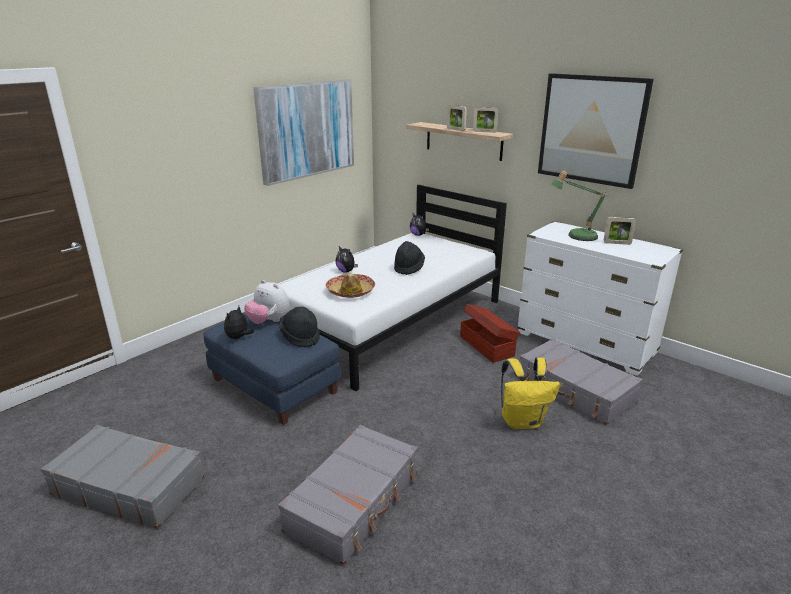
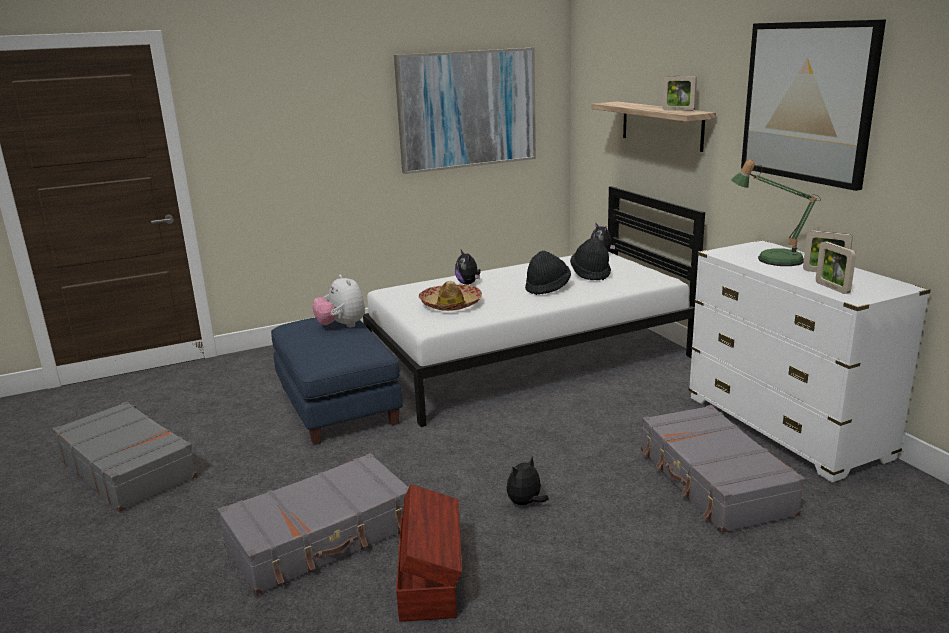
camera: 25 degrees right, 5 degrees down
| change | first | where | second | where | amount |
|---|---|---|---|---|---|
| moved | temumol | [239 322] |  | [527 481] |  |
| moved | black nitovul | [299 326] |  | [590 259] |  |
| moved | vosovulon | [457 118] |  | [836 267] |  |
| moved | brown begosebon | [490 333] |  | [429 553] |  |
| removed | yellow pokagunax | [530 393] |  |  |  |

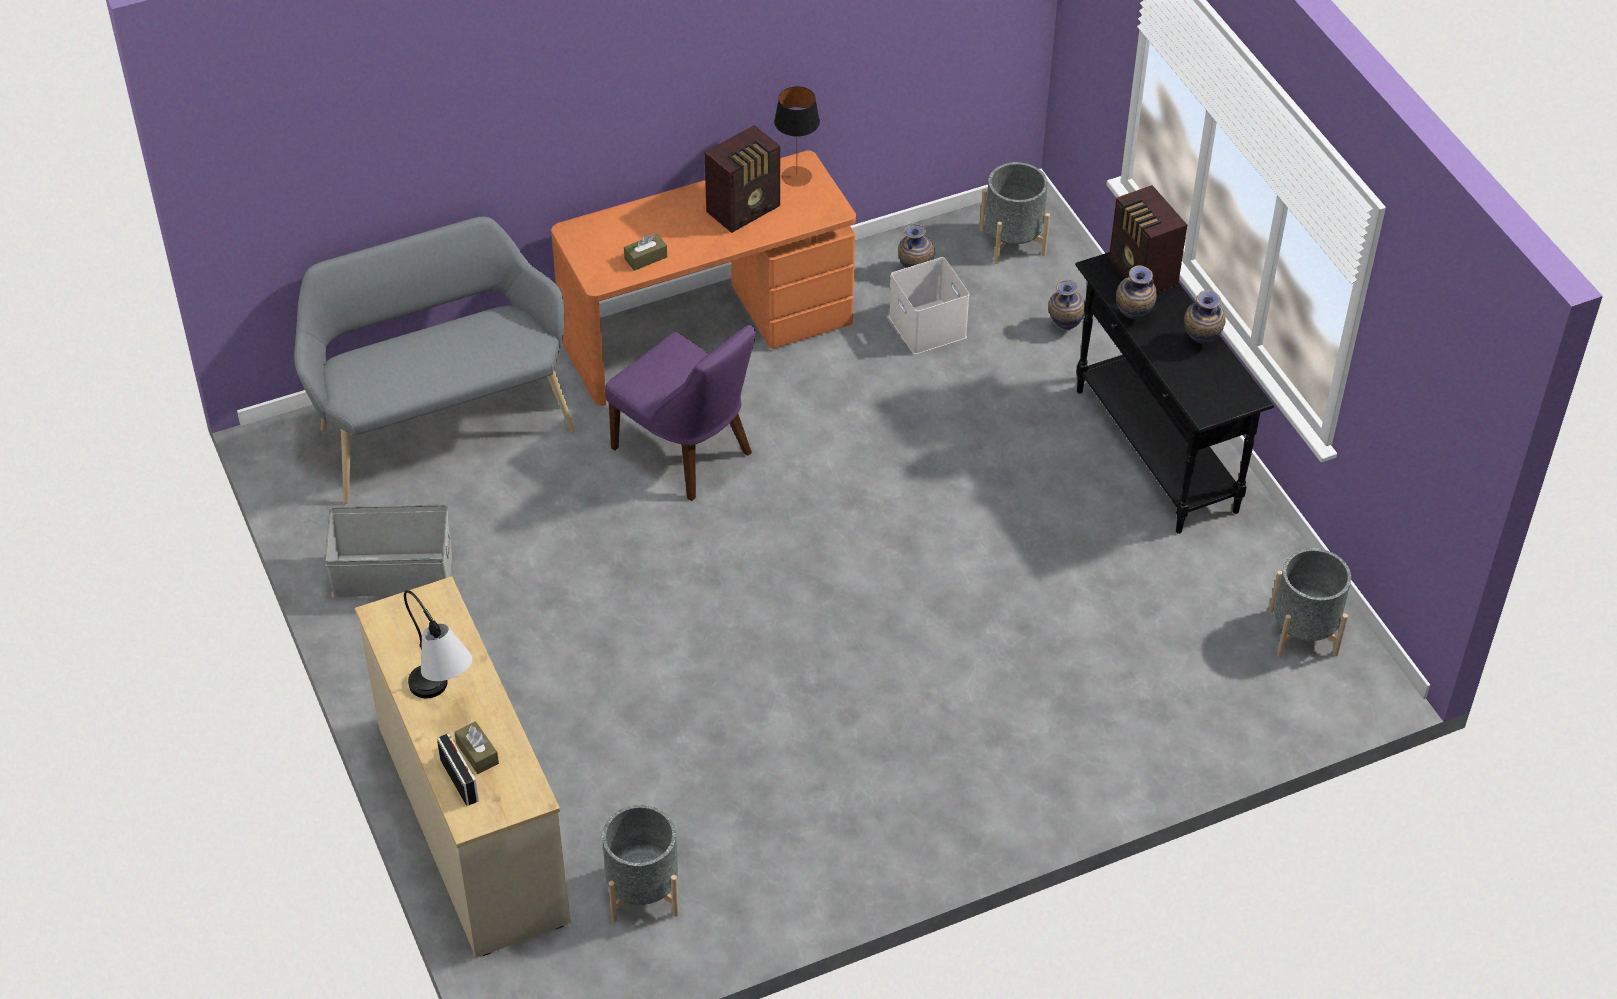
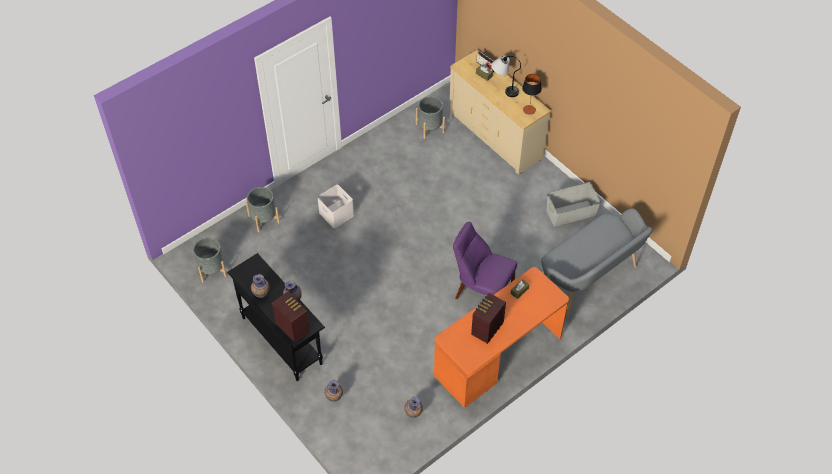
camera: 165 degrees right, 5 degrees up
| change | first | where | second | where | amount |
|---|---|---|---|---|---|
| moved | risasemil | [797 136] |  | [532 94] |  |
| moved | white begosebon | [929 306] |  | [335 206] |  |
| moved | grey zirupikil | [1015 213] |  | [262 209] |  |

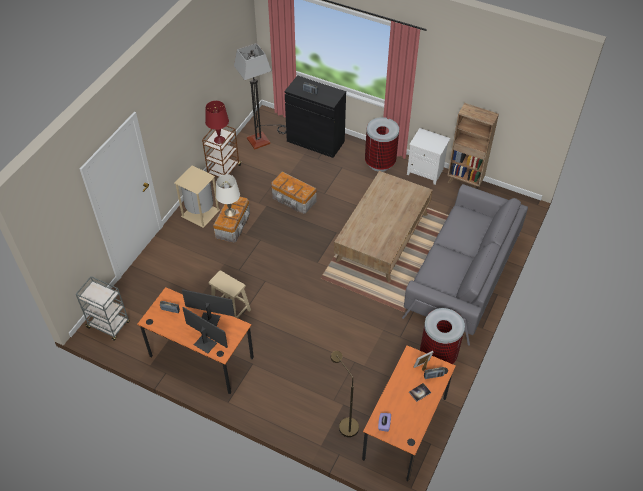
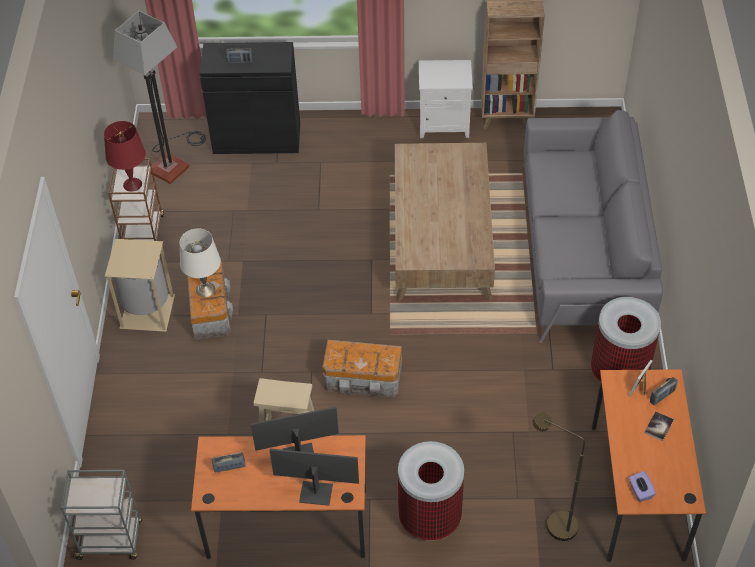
camera: 25 degrees left, 0 degrees up
| change | first | where | second | where | amount |
|---|---|---|---|---|---|
| moved | begosebon | [294 193] |  | [362 368] |  |
| moved | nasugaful | [382 144] |  | [431 490] |  |

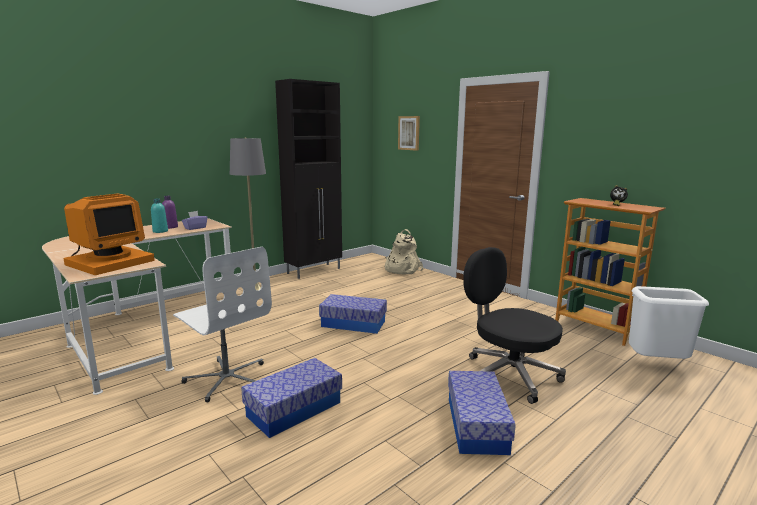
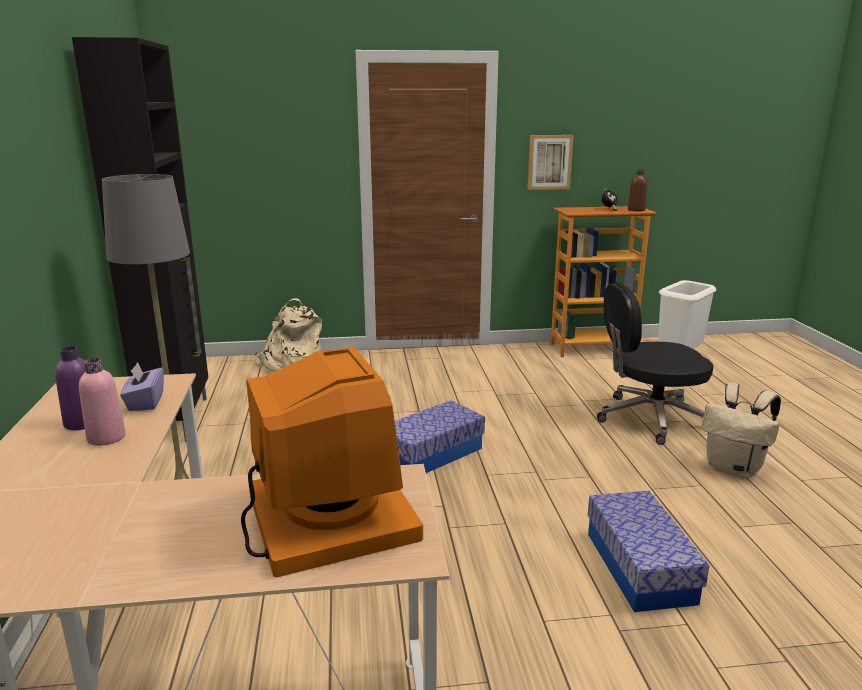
camera: 55 degrees left, 5 degrees up
| change | first | where | second | where | amount |
|---|---|---|---|---|---|
| recoloured | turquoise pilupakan | [159 216] | pink pilupakan | [102 402] |  |
| removed | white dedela | [222 324] |  |  |  |
| moved | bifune | [409 133] |  | [550 162] |  |
| replaced | begosebon | [482 413] | beige pokagunax | [741 430] |  |
| added |  |  | brown pilupakan | [637 190] |  |

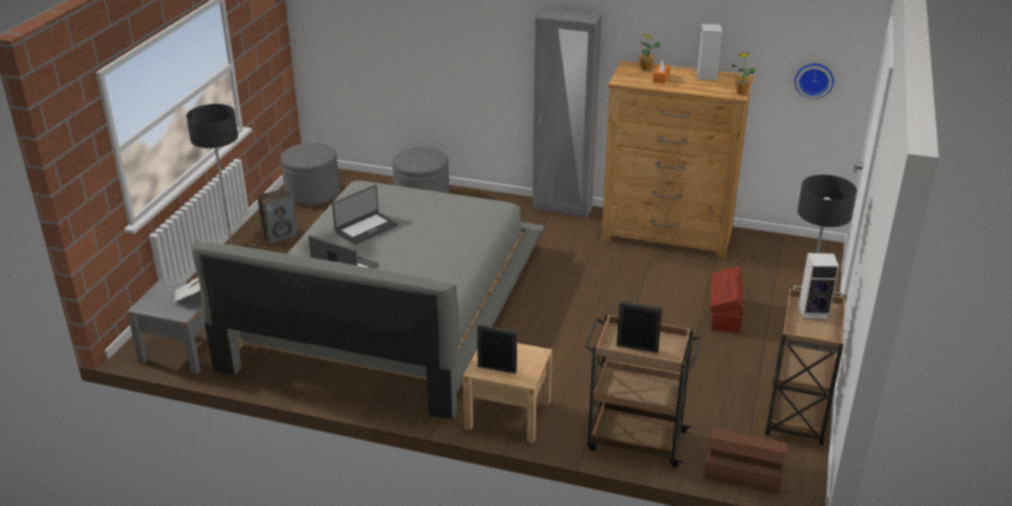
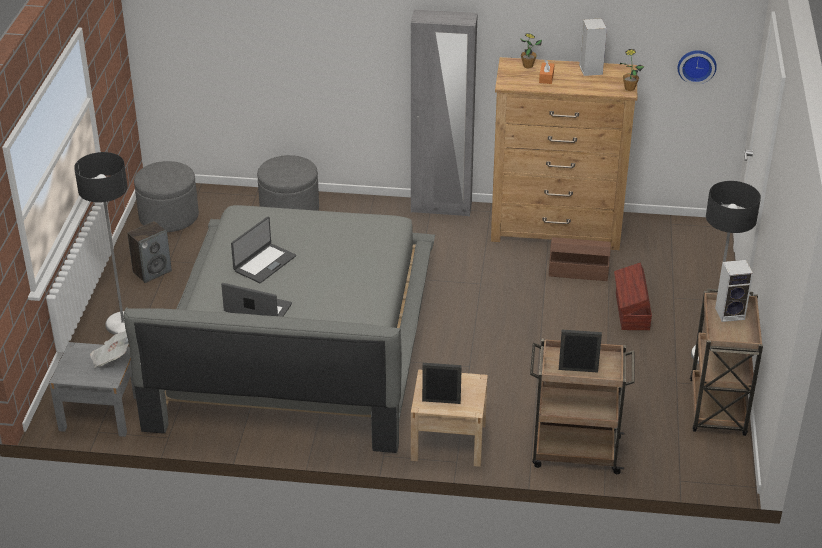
camera: 10 degrees left, 5 degrees up
| change | first | where | second | where | amount |
|---|---|---|---|---|---|
| moved | brown begosebon | [745 461] |  | [580 259] |  |

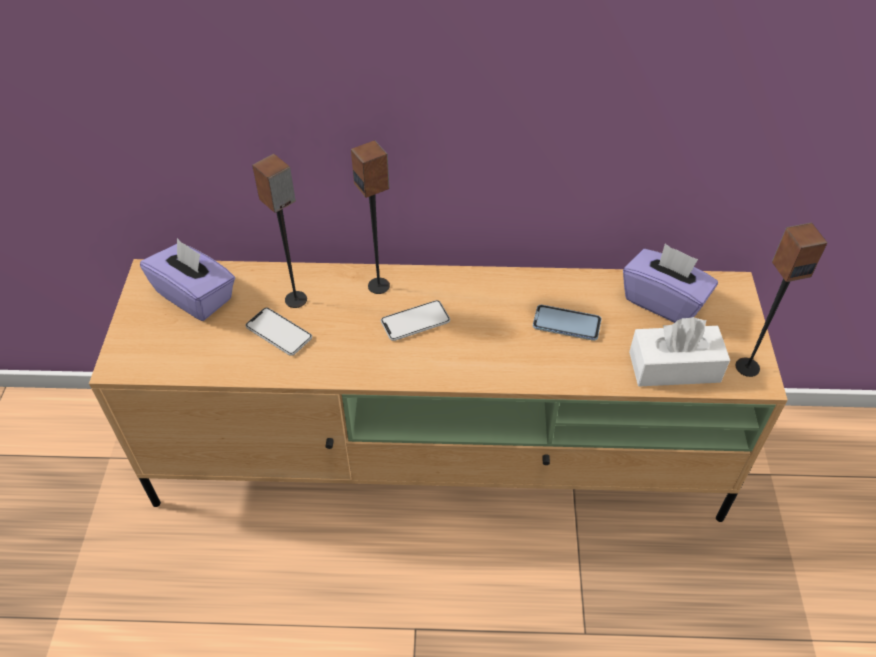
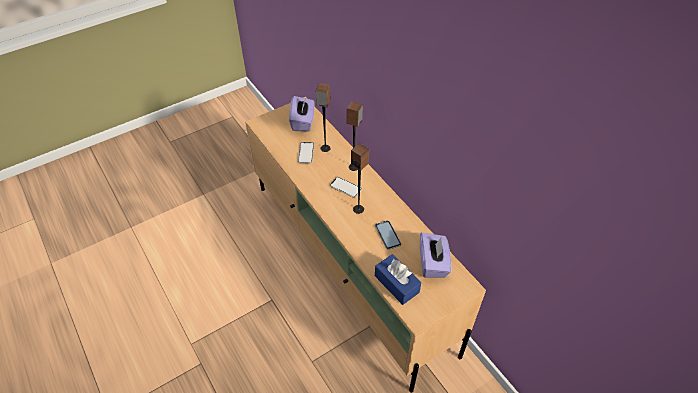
camera: 55 degrees right, 0 degrees up
| change | first | where | second | where | amount |
|---|---|---|---|---|---|
| recoloured | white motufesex | [679 351] | blue motufesex | [398 279] |  |
| moved | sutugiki | [781 300] |  | [360 178] |  |

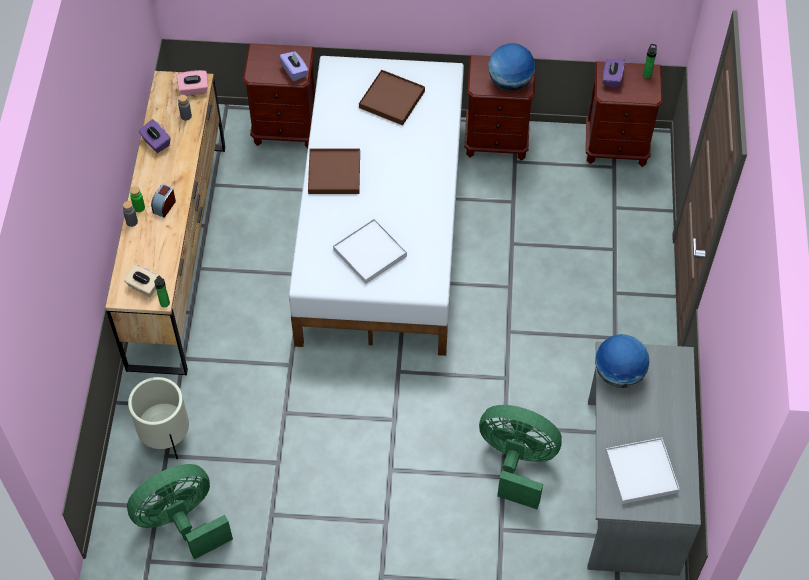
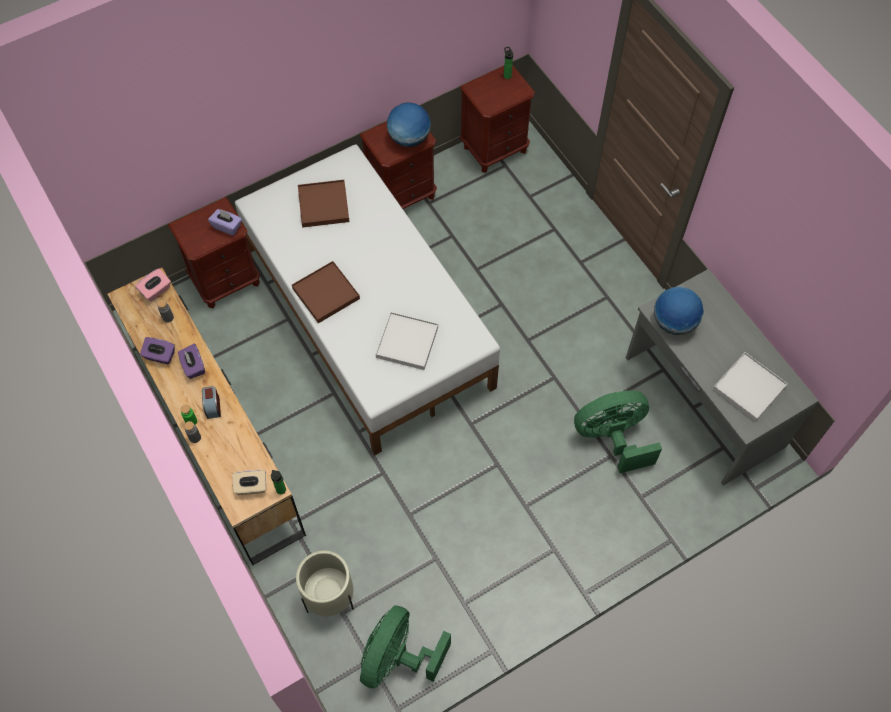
camera: 35 degrees left, 5 degrees up
| change | first | where | second | where | amount |
|---|---|---|---|---|---|
| moved | purple motufesex | [614 73] |  | [191 361] |  |

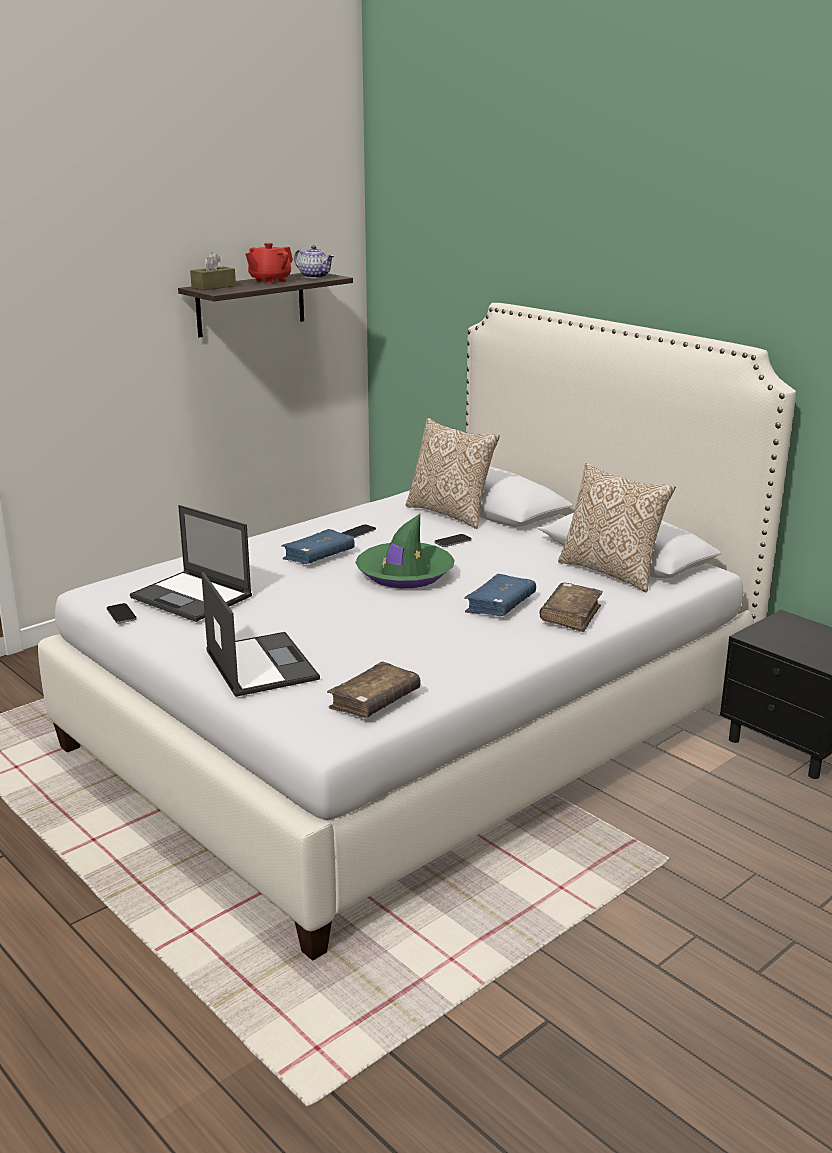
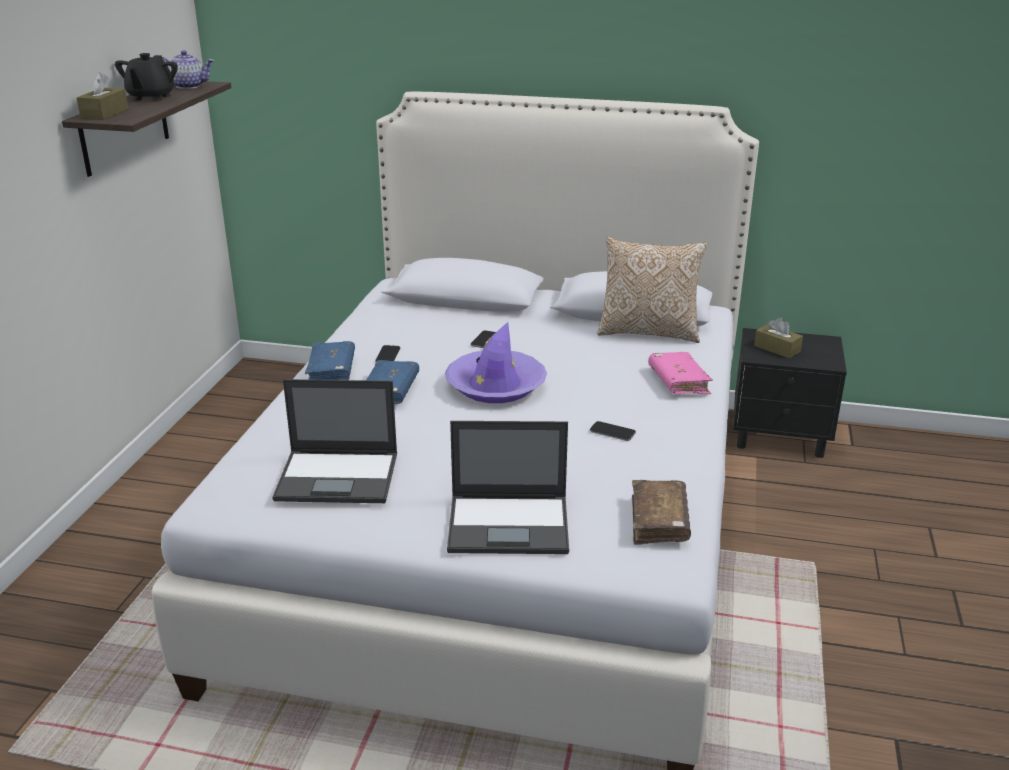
camera: 35 degrees left, 5 degrees up
| change | first | where | second | where | amount |
|---|---|---|---|---|---|
| moved | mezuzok | [122 613] |  | [613 431] |  |
| turned | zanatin | [260 634] |  | [508 487] | 150 degrees clockwise |
| recoloured | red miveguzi | [269 263] | black miveguzi | [146 77] |  |
| recoloured | green nitovul | [405 551] | purple nitovul | [496 362] |  |
| removed | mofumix | [453 473] |  |  |  |
| moved | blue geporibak | [500 595] |  | [330 360] |  |
| recoloured | brown geporibak | [571 607] | pink geporibak | [680 373] |  |
| added |  |  | brown motufesex | [778 337] |  |

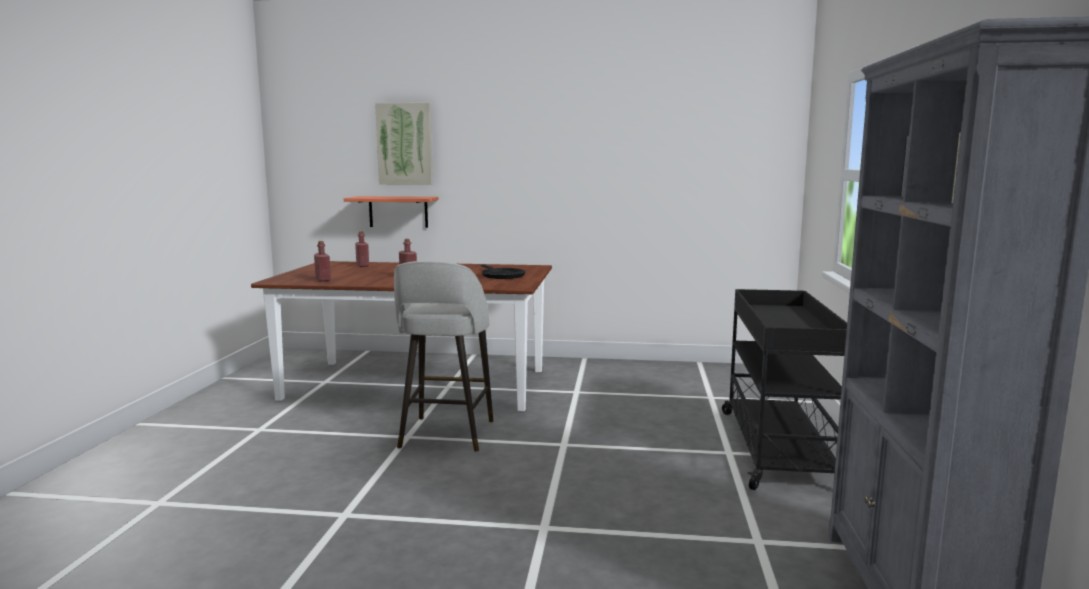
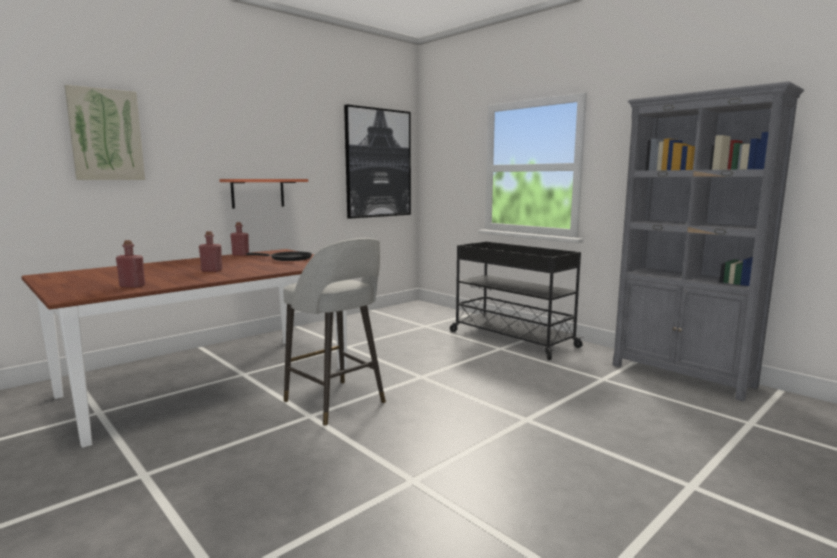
camera: 50 degrees left, 0 degrees up
| change | first | where | second | where | amount |
|---|---|---|---|---|---|
| moved | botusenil | [391 212] |  | [263 194] |  |
| moved | red pilupakan | [362 249] |  | [239 239] |  |
| added |  |  | bifune | [377 161] |  |

